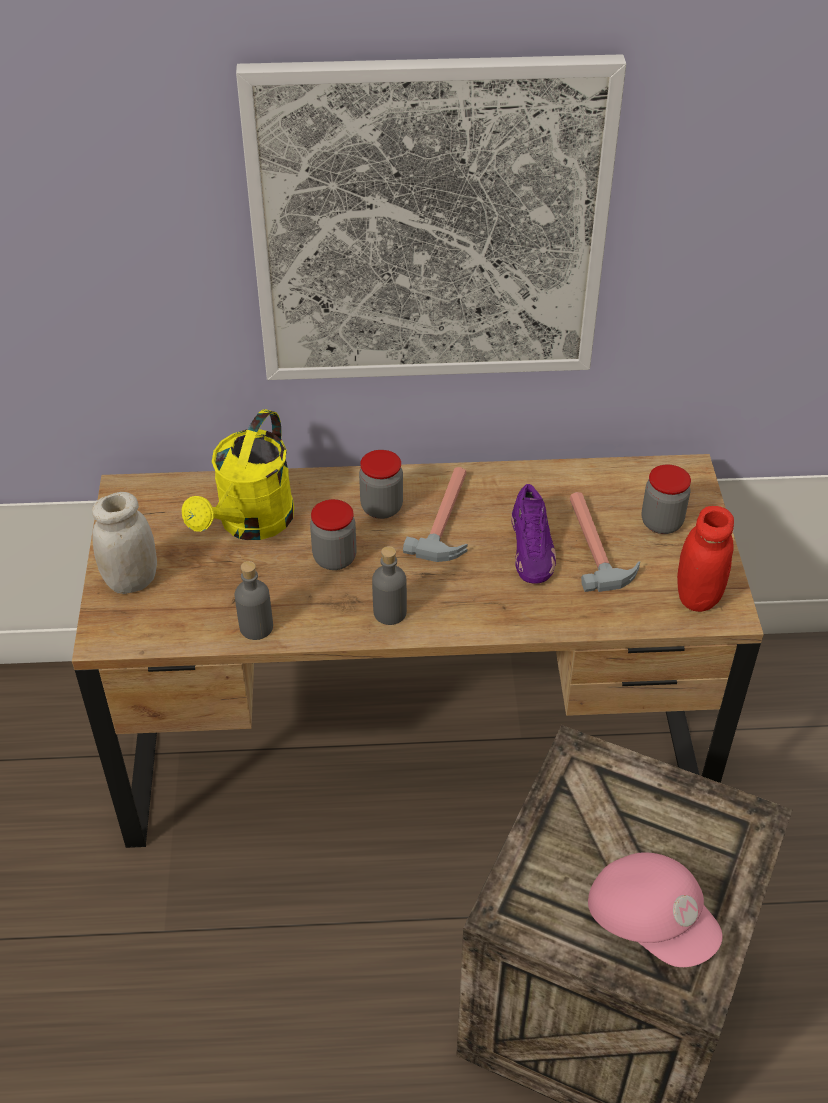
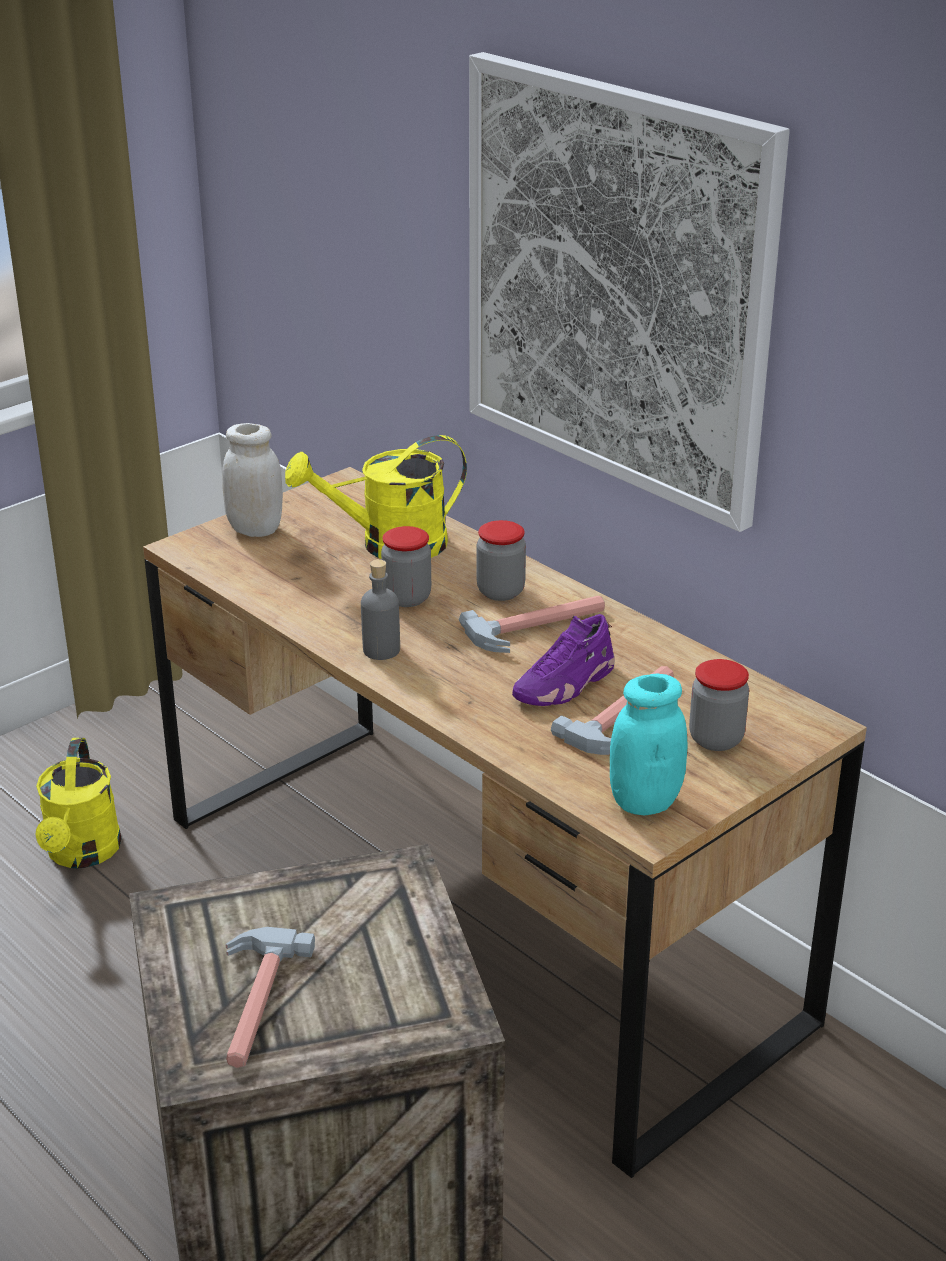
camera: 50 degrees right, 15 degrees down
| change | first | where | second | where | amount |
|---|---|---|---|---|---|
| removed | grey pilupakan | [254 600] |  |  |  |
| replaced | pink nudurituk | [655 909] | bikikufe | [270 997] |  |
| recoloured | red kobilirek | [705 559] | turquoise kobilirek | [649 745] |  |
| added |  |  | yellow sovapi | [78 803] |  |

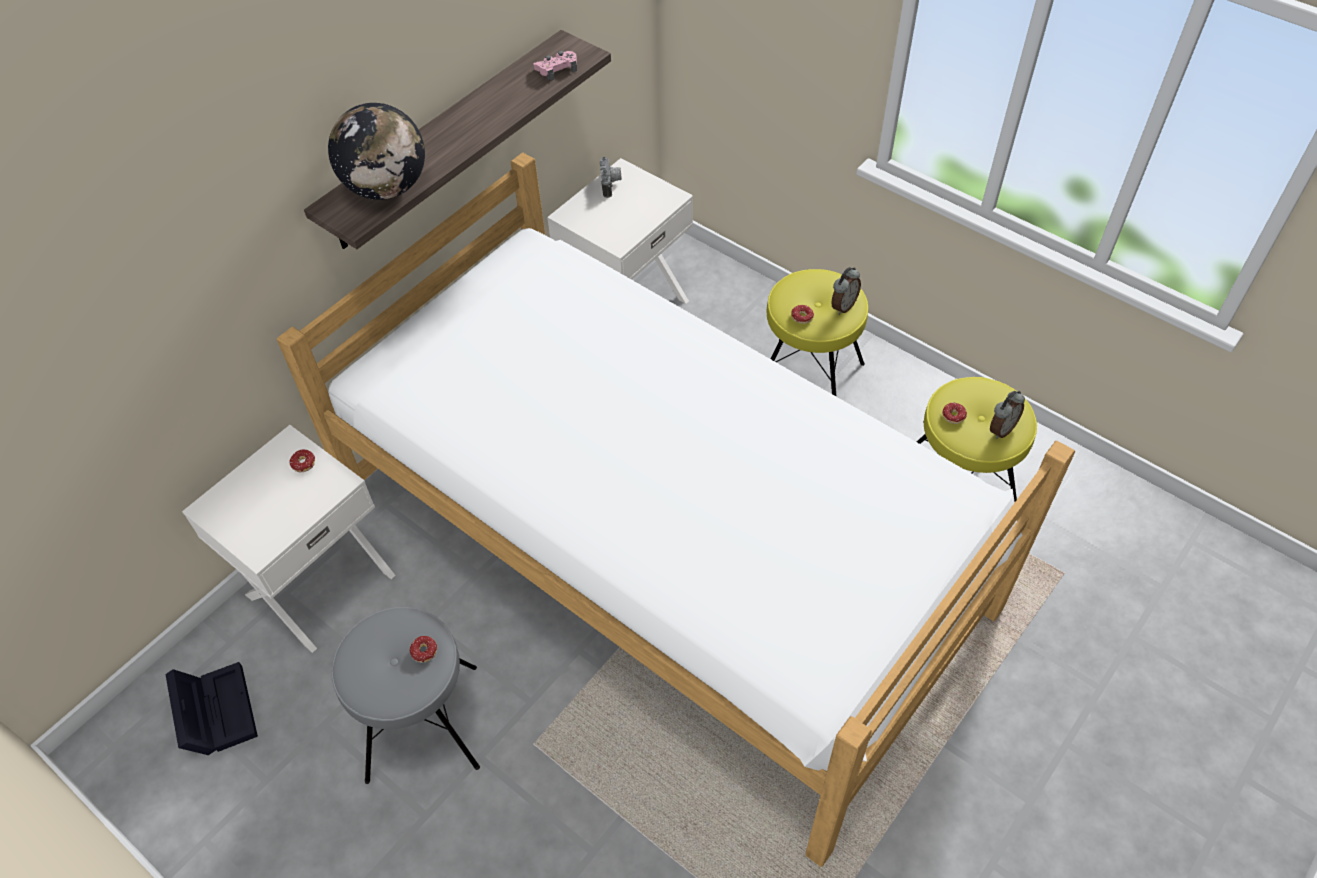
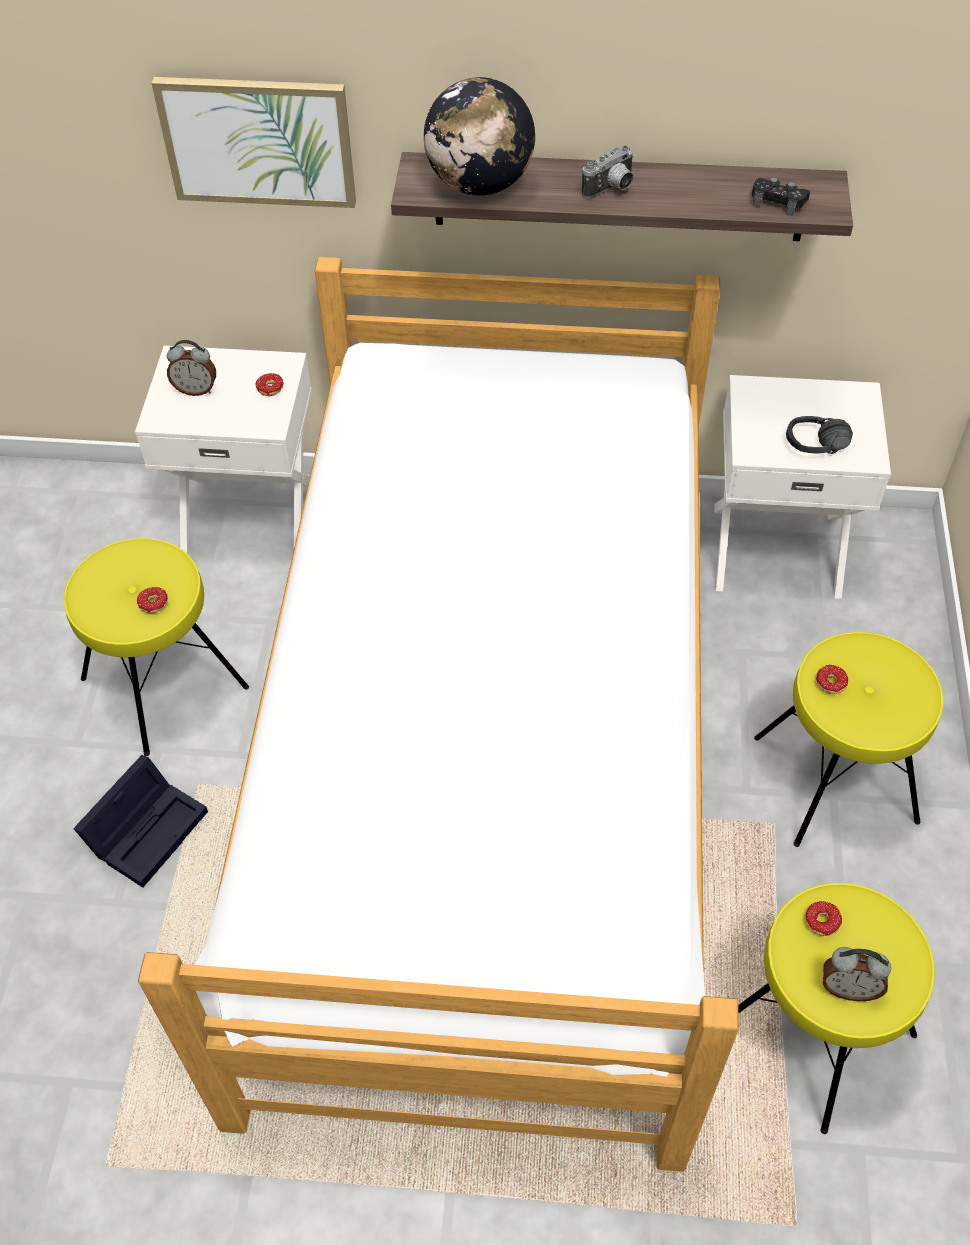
camera: 55 degrees right, 0 degrees up
| change | first | where | second | where | amount |
|---|---|---|---|---|---|
| moved | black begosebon | [211 708] |  | [140 821] |  |
| recoloured | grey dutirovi | [406 695] | yellow dutirovi | [156 647] |  |
| recoloured | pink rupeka | [555 66] | black rupeka | [781 196] |  |
| moved | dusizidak | [611 177] |  | [608 172] |  |
| moved | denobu | [846 291] |  | [191 368] |  |
| added |  |  | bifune | [253 142] |  |
| added |  |  | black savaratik | [819 435] |  |

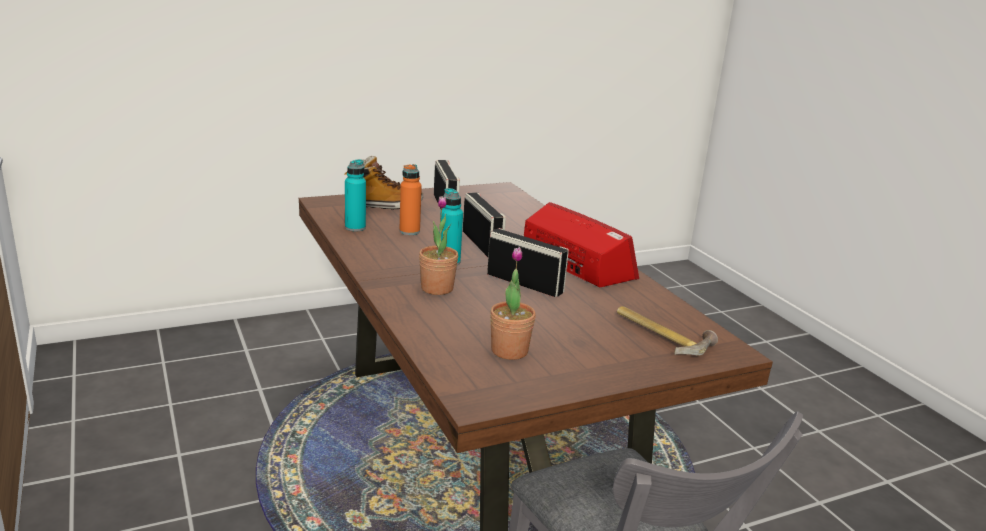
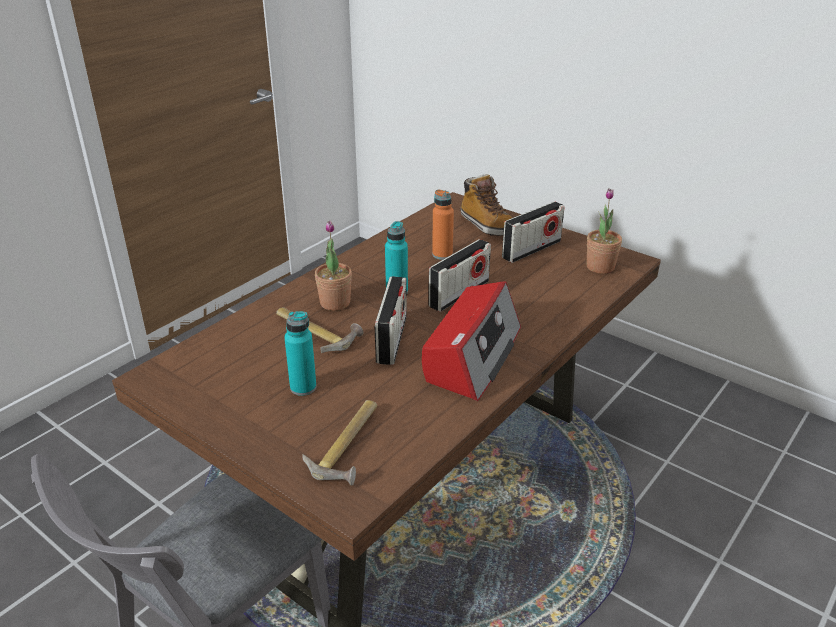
camera: 65 degrees right, 10 degrees up
| change | first | where | second | where | amount |
|---|---|---|---|---|---|
| moved | turquoise pilupakan | [355 195] |  | [300 353] |  |
| moved | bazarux | [513 303] |  | [604 231] |  |
| added |  |  | bikikufe | [319 330] |  |

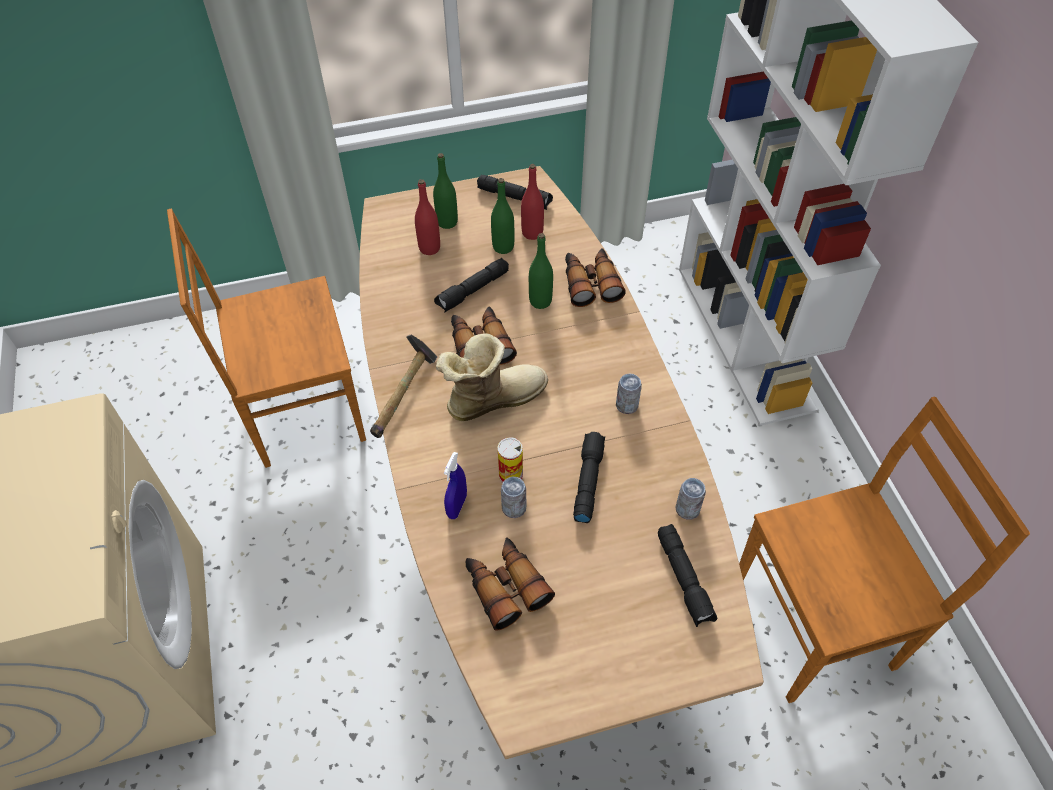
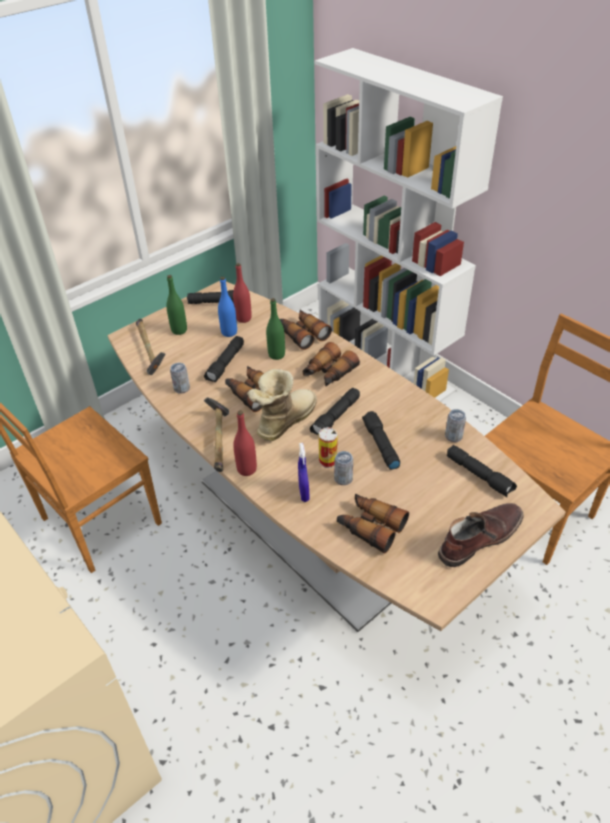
camera: 25 degrees left, 10 degrees down
| change | first | where | second | where | amount |
|---|---|---|---|---|---|
| moved | red pilupakan | [427 217] |  | [245 443] |  |
| recoloured | green pilupakan | [502 216] | blue pilupakan | [227 307] |  |
| moved | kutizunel | [629 393] |  | [180 378] |  |
| added |  |  | bikikufe | [150 347] |  |
| added |  |  | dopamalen | [331 364] |  |
| added |  |  | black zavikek | [335 411] |  |
| added |  |  | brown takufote | [481 535] |  |

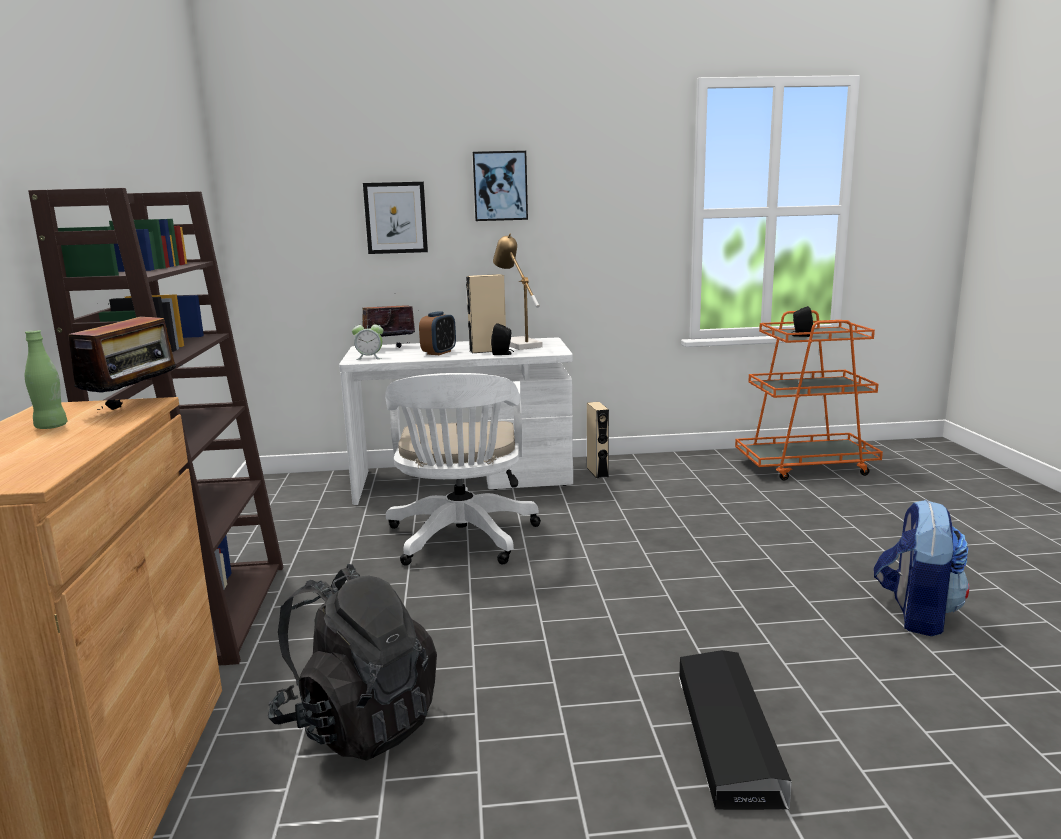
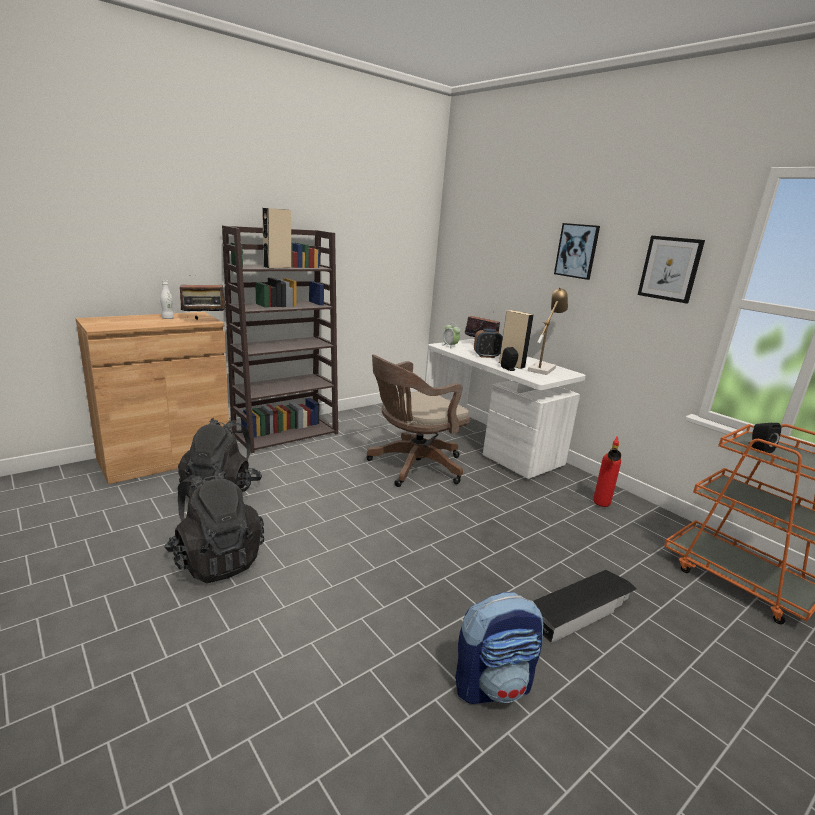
camera: 55 degrees right, 5 degrees up
| change | first | where | second | where | amount |
|---|---|---|---|---|---|
| recoloured | green pilupakan | [46 379] | white pilupakan | [167 299] |  |
| moved | bifune | [395 218] |  | [671 269] |  |
| recoloured | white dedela | [463 469] | brown dedela | [418 421] |  |
| moved | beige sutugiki | [598 440] |  | [276 238] |  |
| moved | black begosebon | [735 730] |  | [585 607] |  |
| added |  |  | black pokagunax | [214 526] |  |
| added |  |  | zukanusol | [607 471] |  |

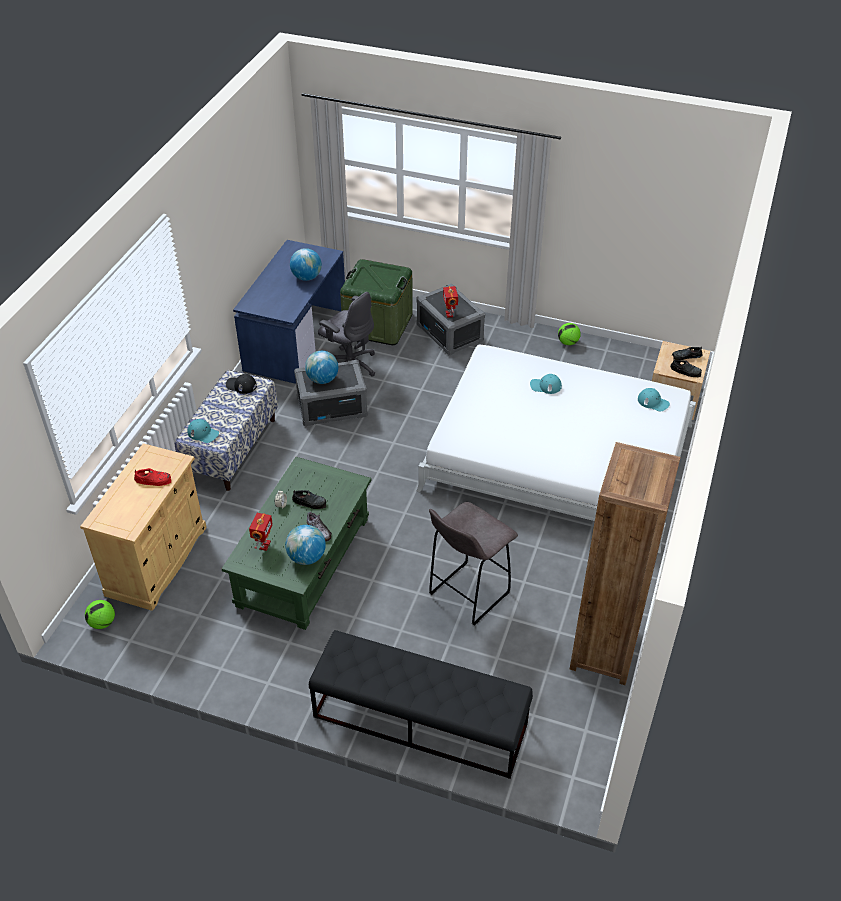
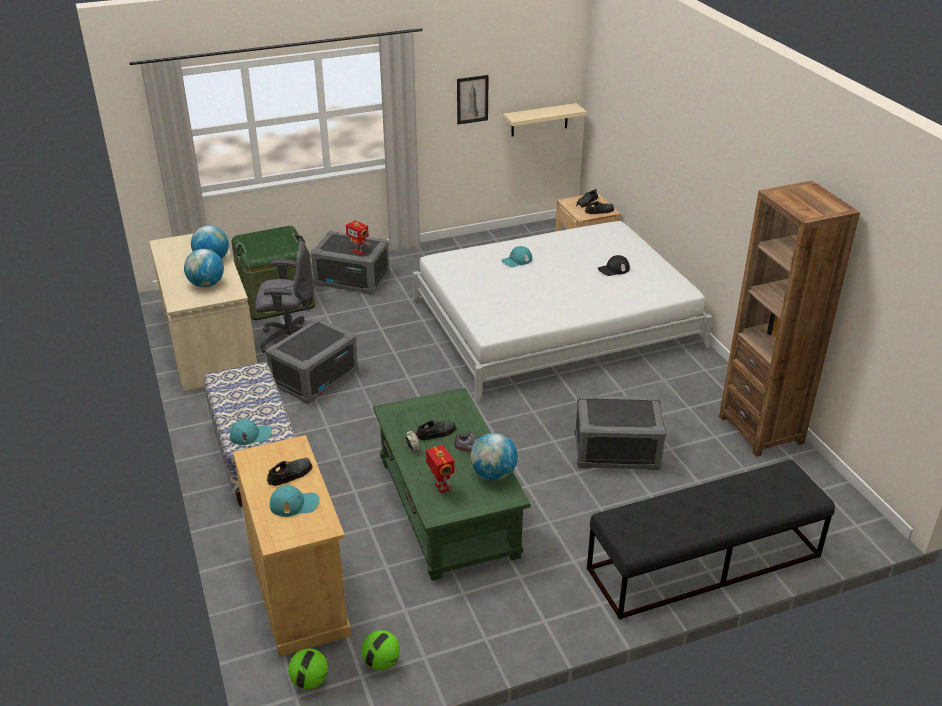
camera: 40 degrees left, 10 degrees down
| change | first | where | second | where | amount |
|---|---|---|---|---|---|
| recoloured | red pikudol | [152 477] | black pikudol | [290 472] |  |
| moved | black nudurituk | [241 384] |  | [614 265] |  |
| recoloured | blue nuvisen | [289 312] | beige nuvisen | [203 312] |  |
| moved | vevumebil | [321 367] |  | [204 268] |  |
| replaced | grey dutirovi | [473 564] | grey begosebon | [620 432] |  |
| moved | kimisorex | [569 334] |  | [380 650] |  |
| moved | turquoise nudurituk | [654 399] |  | [294 501] |  |
| added |  |  | bifune | [473 100] |  |
| added |  |  | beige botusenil | [545 119] |  |

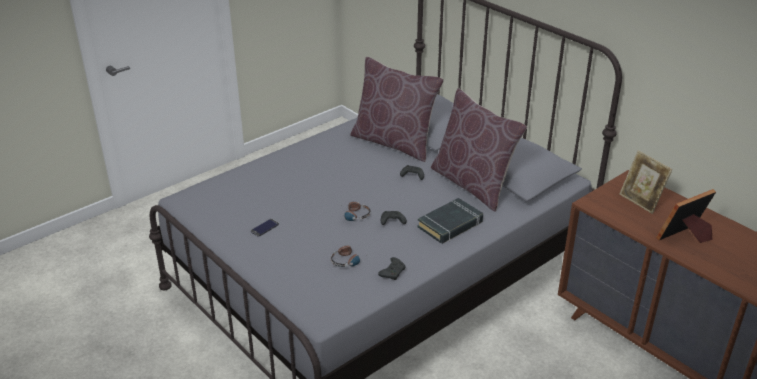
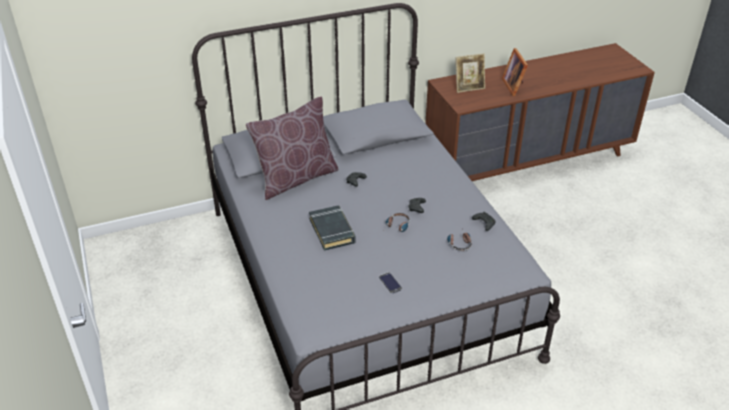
camera: 70 degrees left, 5 degrees up
| change | first | where | second | where | amount |
|---|---|---|---|---|---|
| moved | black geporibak | [450 221] |  | [332 228] |  |
| removed | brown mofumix | [479 150] |  |  |  |

